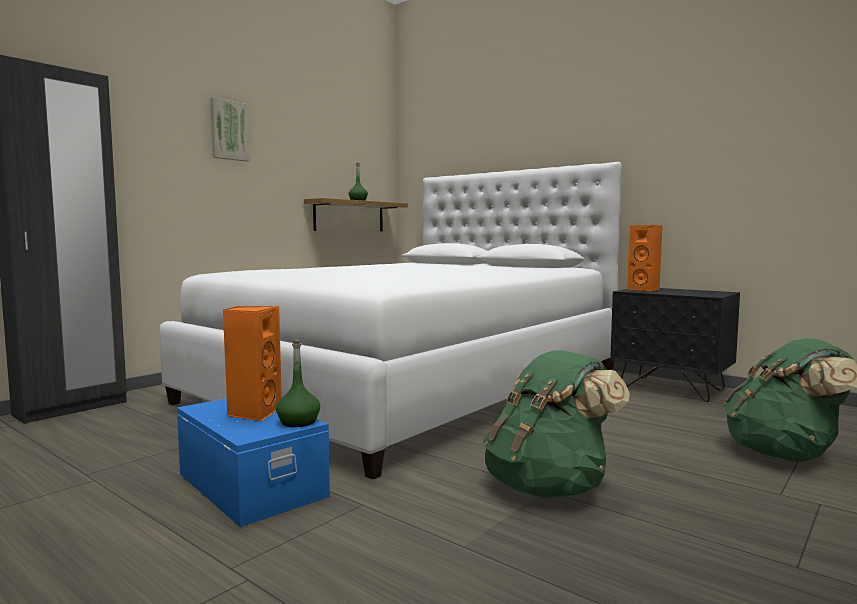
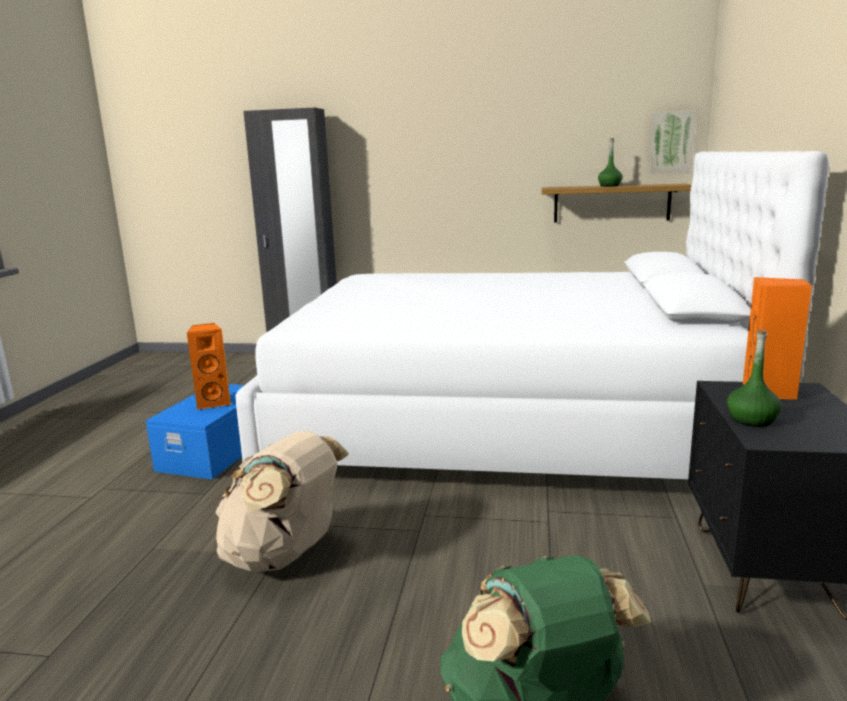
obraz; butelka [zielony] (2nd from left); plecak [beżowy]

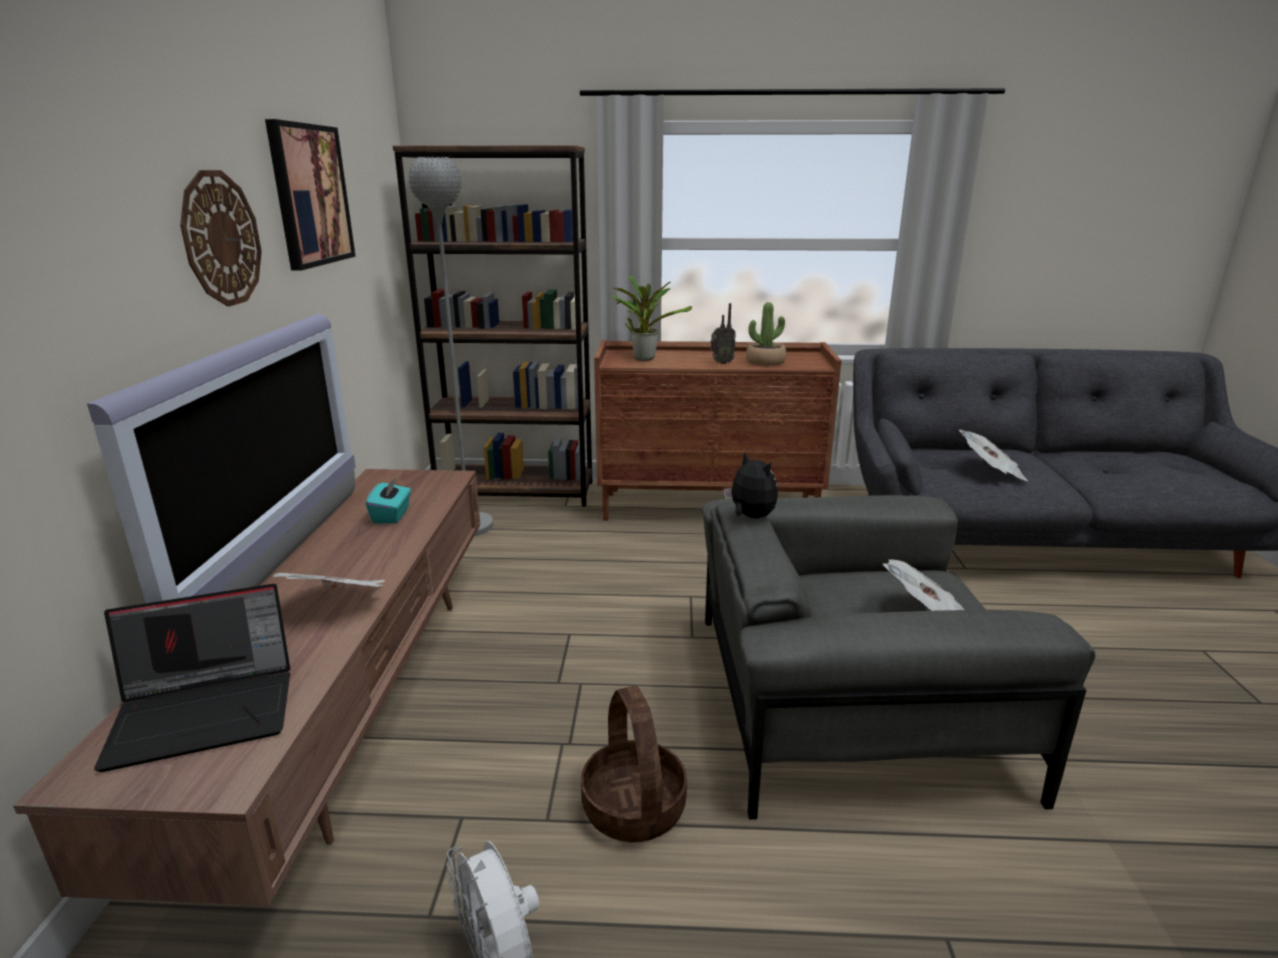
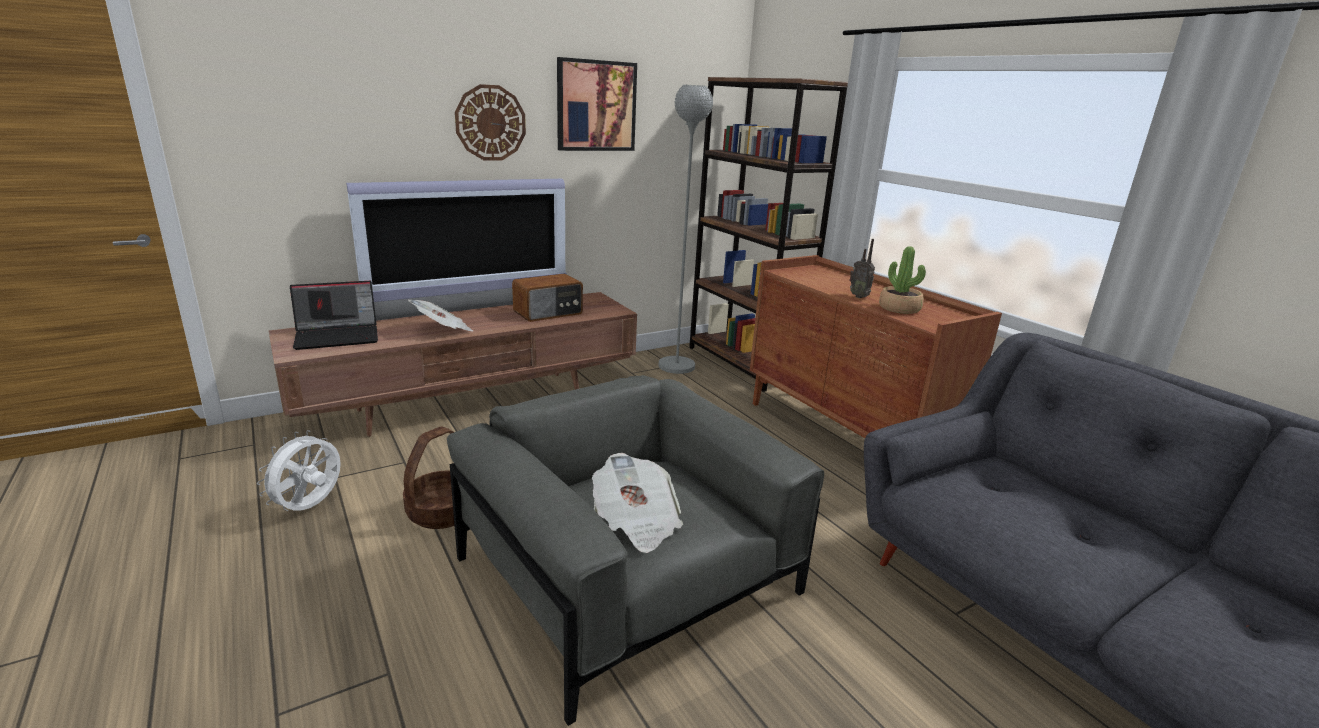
laptop; radio (1st from left); roślina doniczkowa (1st from left in the first image); pluszak; gazeta (3rd from left in the first image)

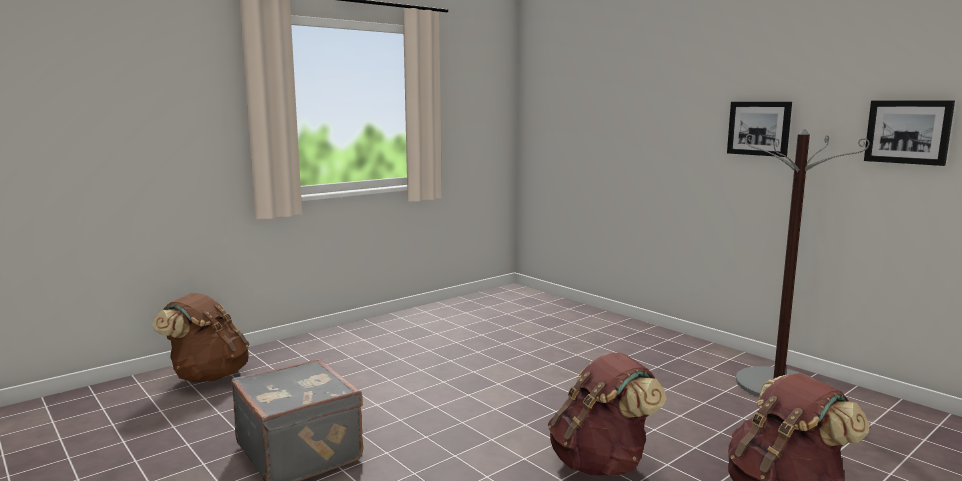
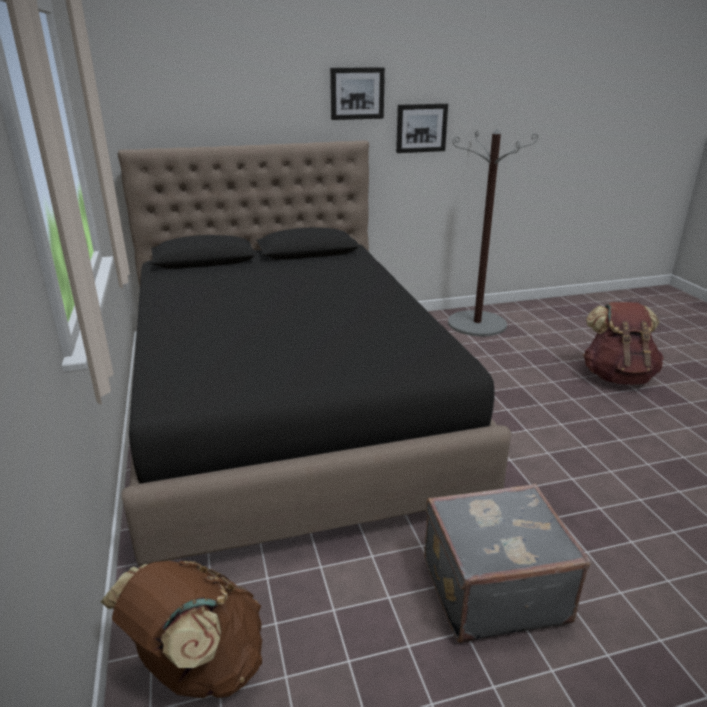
plecak [brązowy] (2nd from left in the first image); obraz (1st from left); łóżko [czarny]

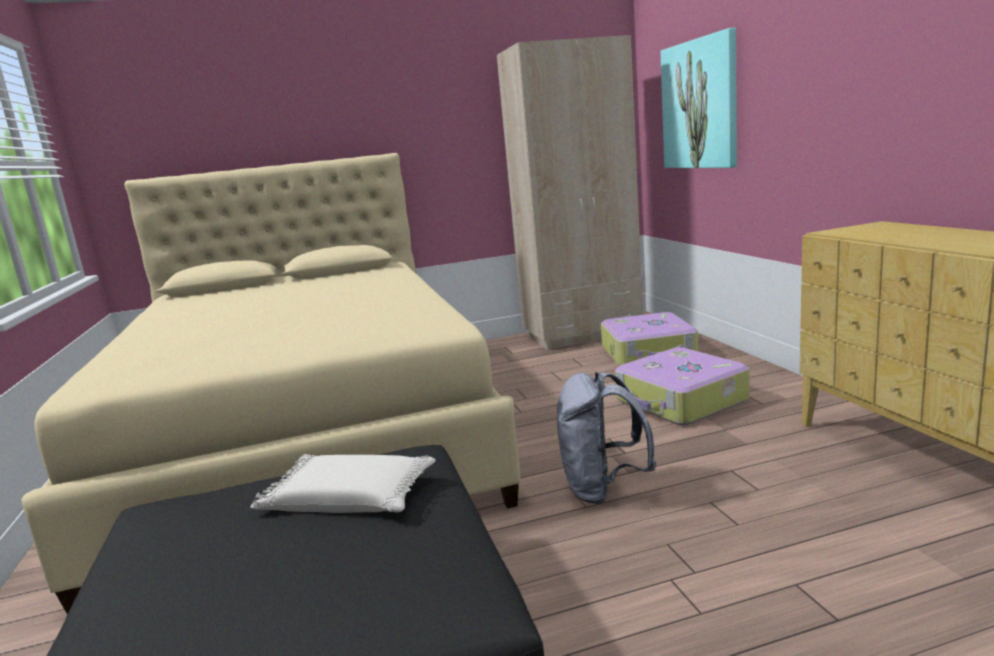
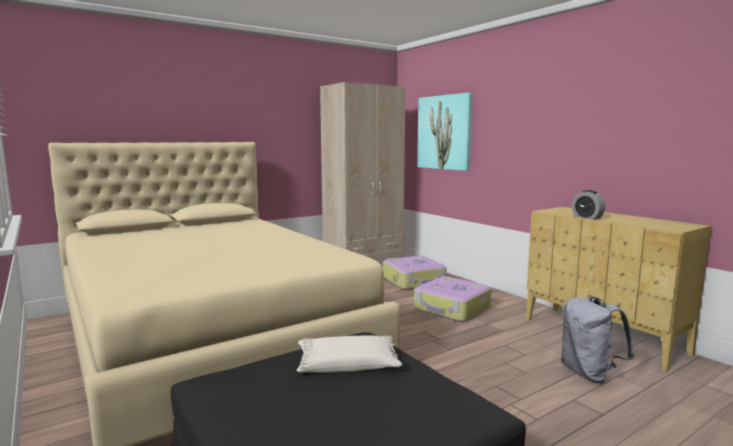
plecak [szary]; budzik

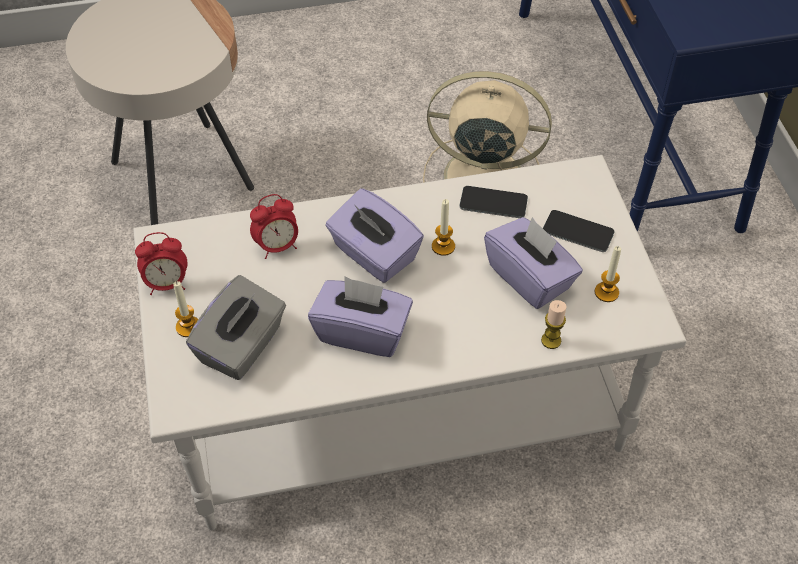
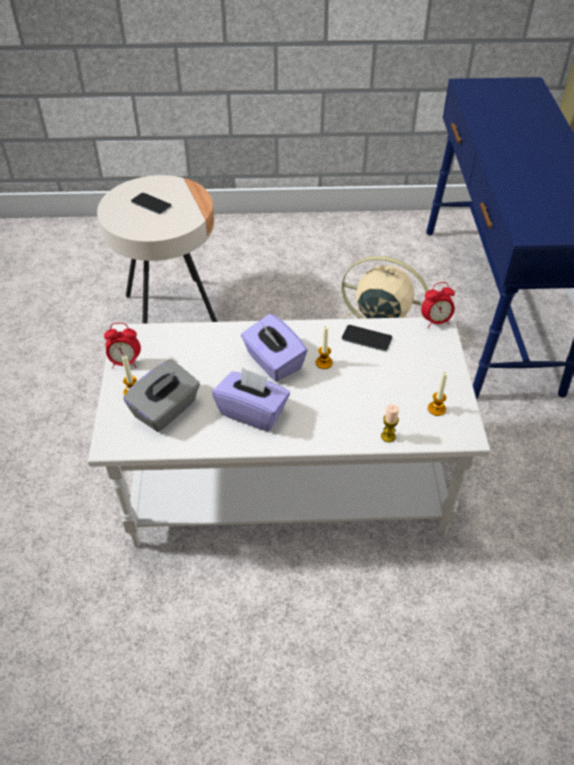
budzik (2nd from left); pudełko chusteczek [fioletowy] (3rd from left in the first image); telefon (1st from left)

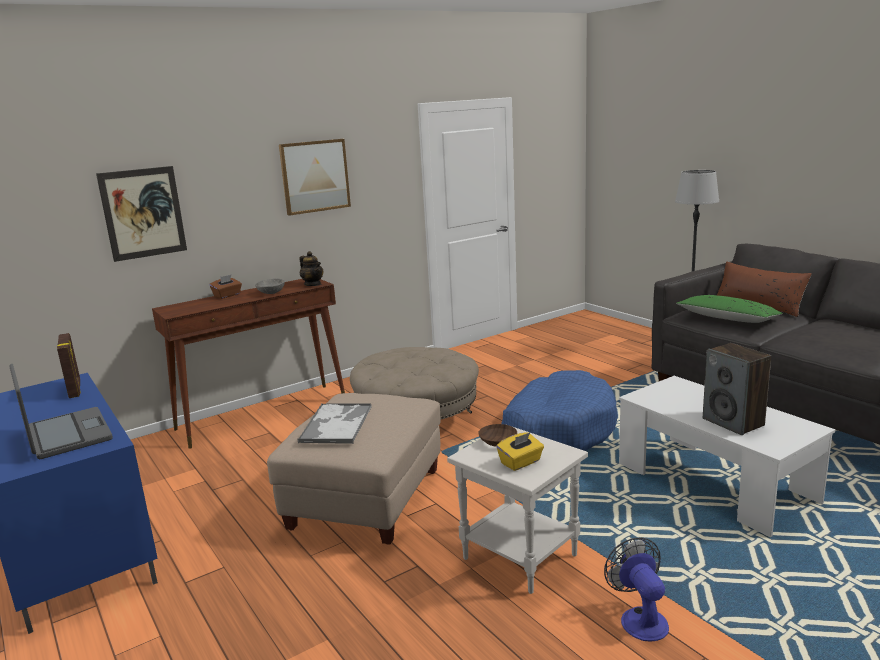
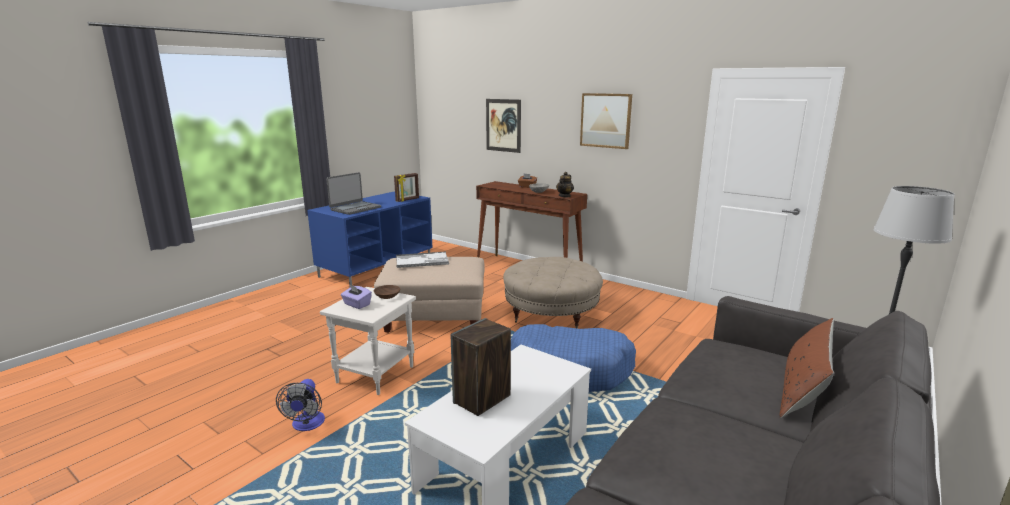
pudełko chusteczek [fioletowy]; wentylator; poduszka [zielony]

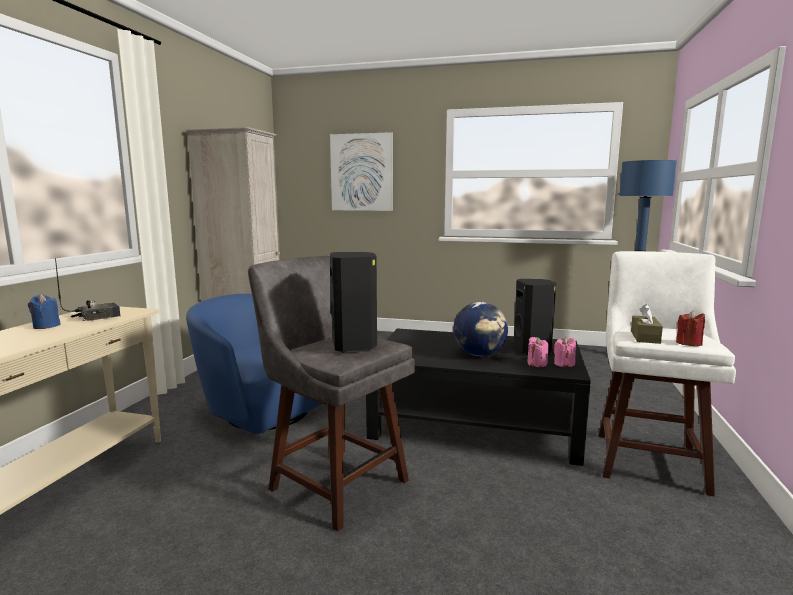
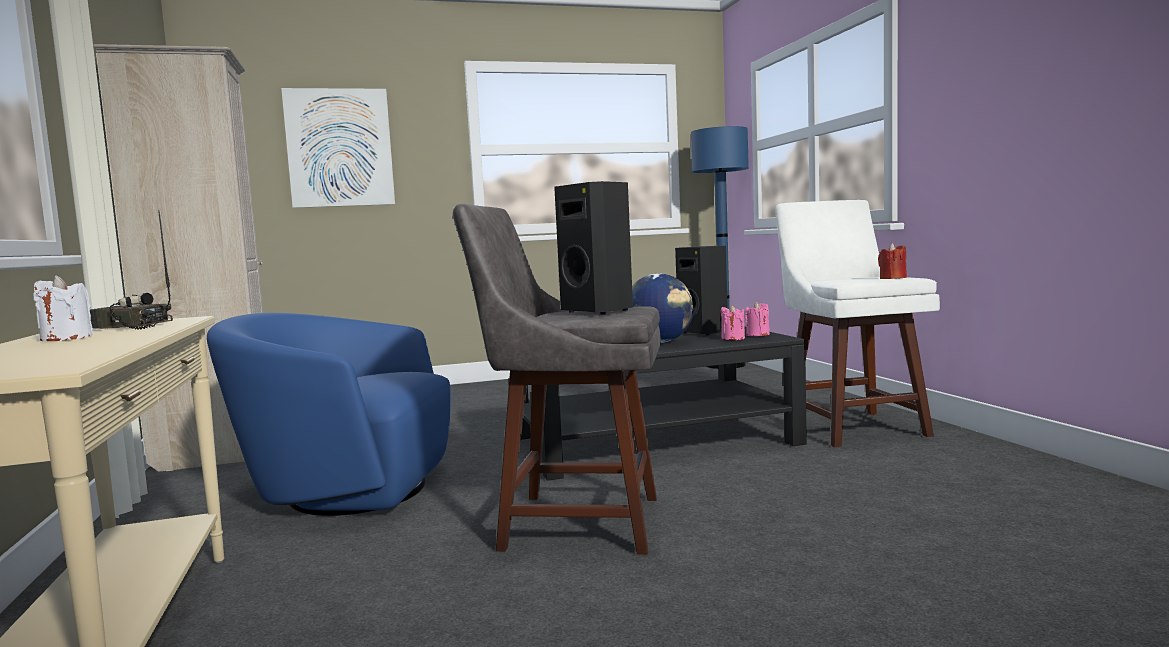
świeca [biały]; radio; pudełko chusteczek [brązowy]

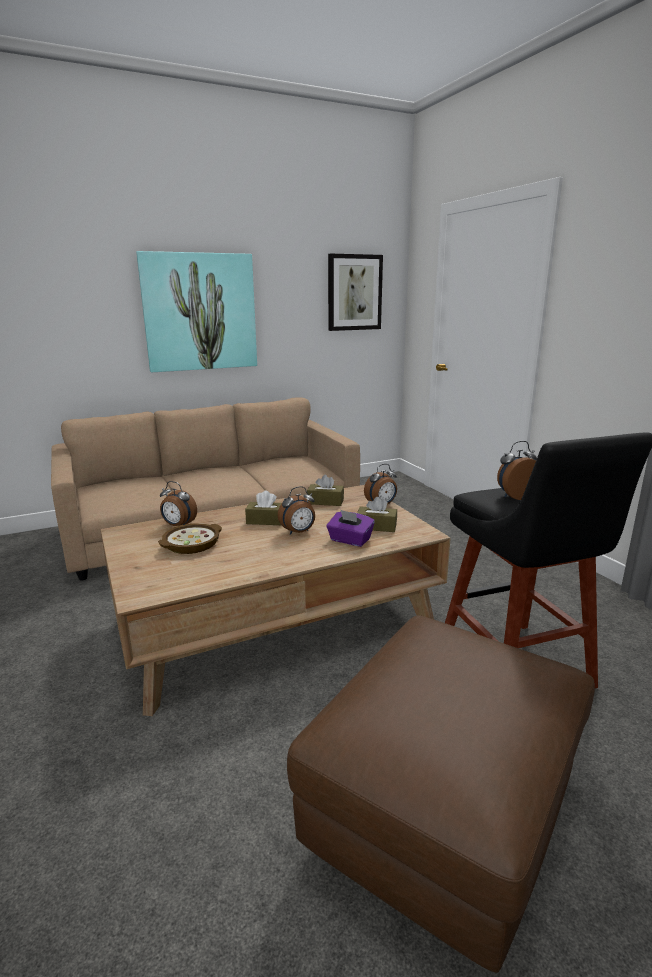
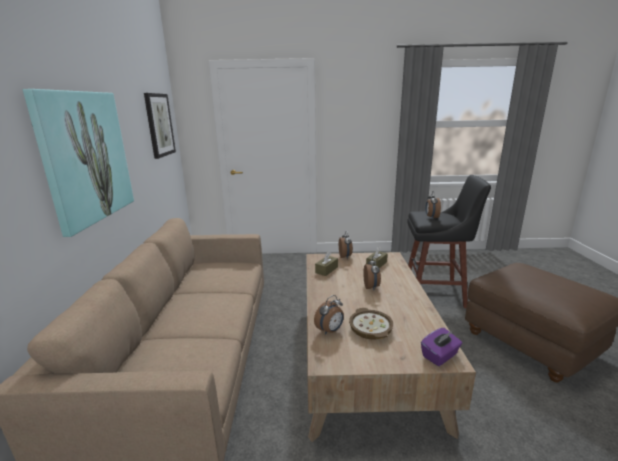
pudełko chusteczek [brązowy] (1st from left in the first image); pudełko chusteczek [fioletowy]

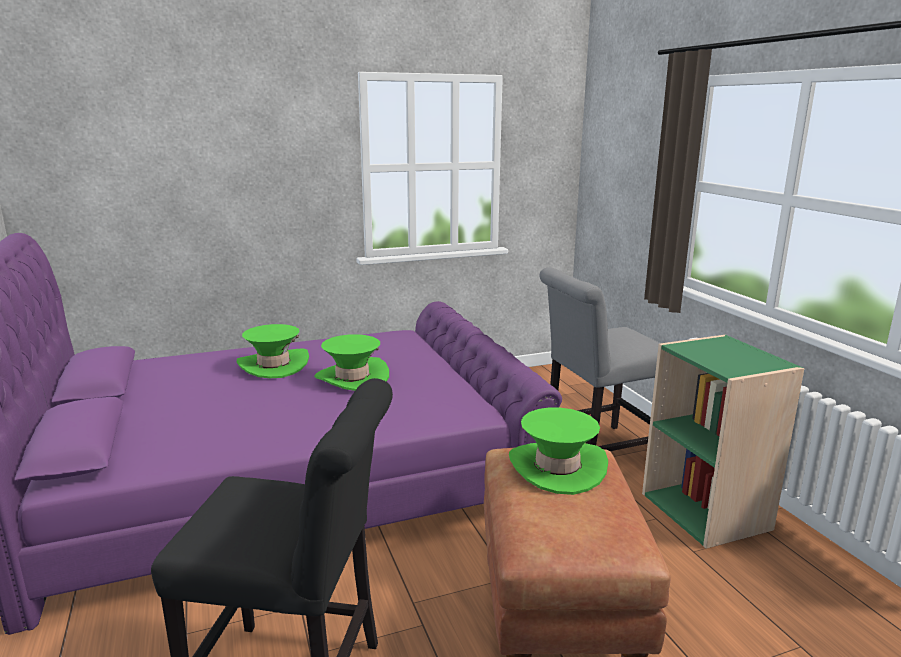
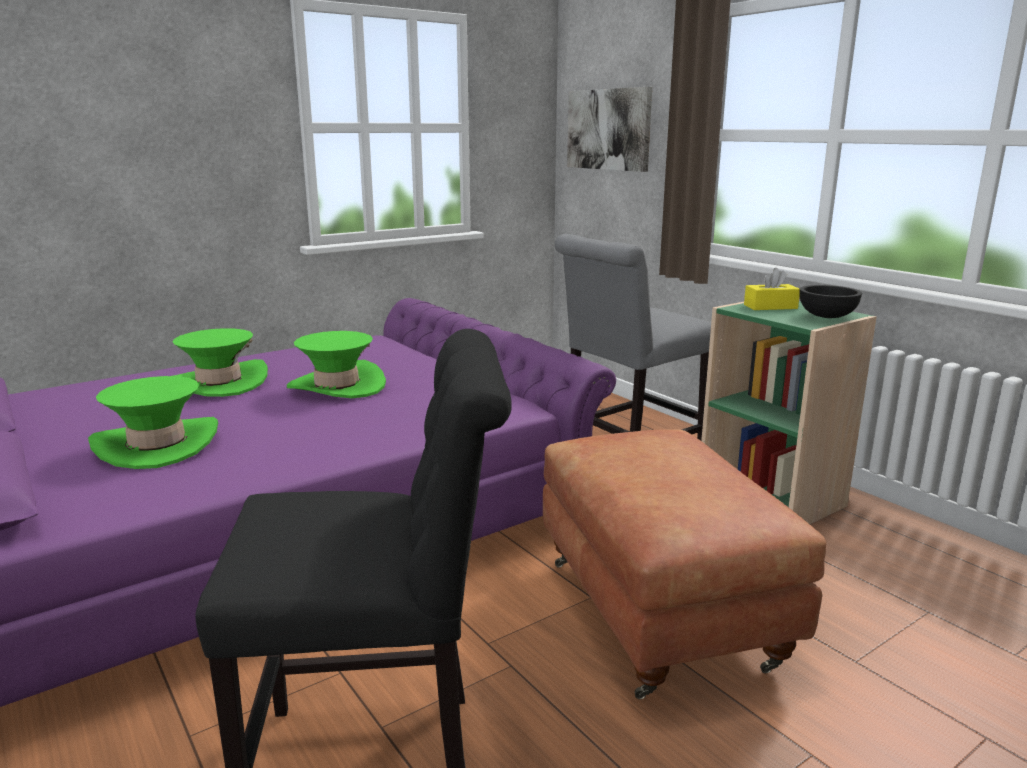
kapelusz [zielony] (1st from left); obraz; pudełko chusteczek [żółty]; miska [czarny]

